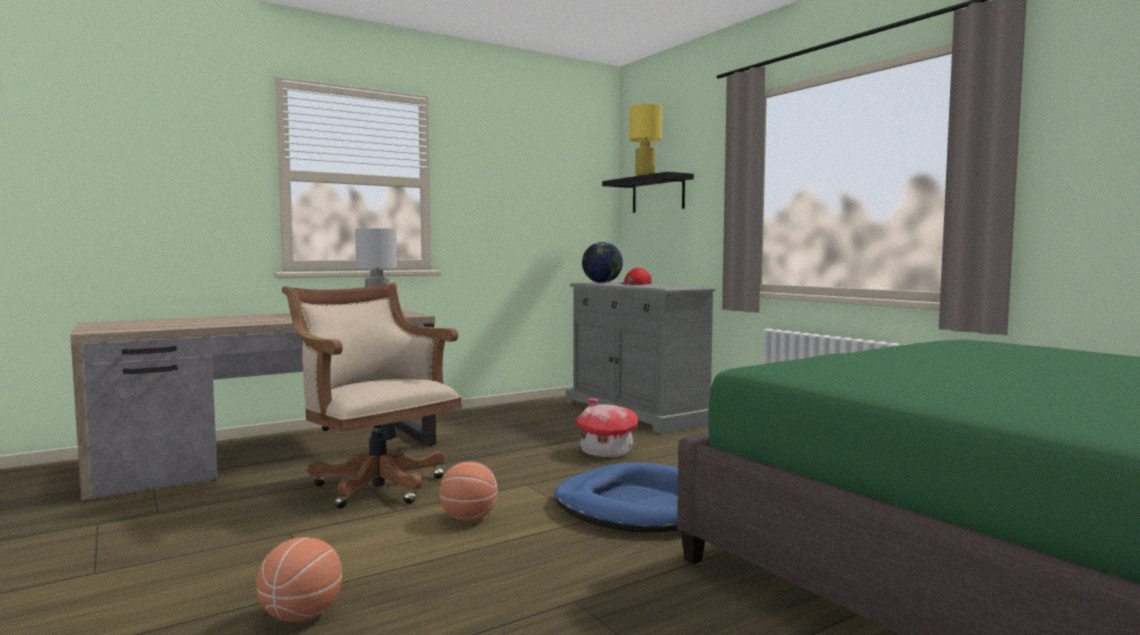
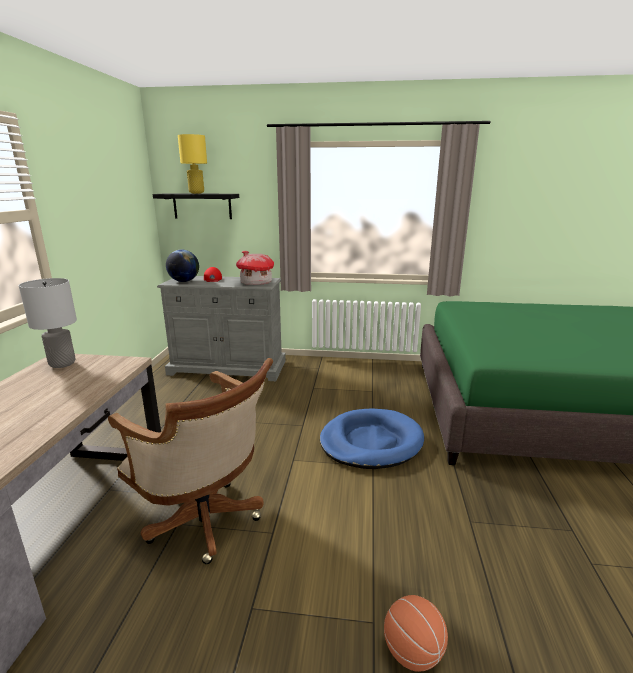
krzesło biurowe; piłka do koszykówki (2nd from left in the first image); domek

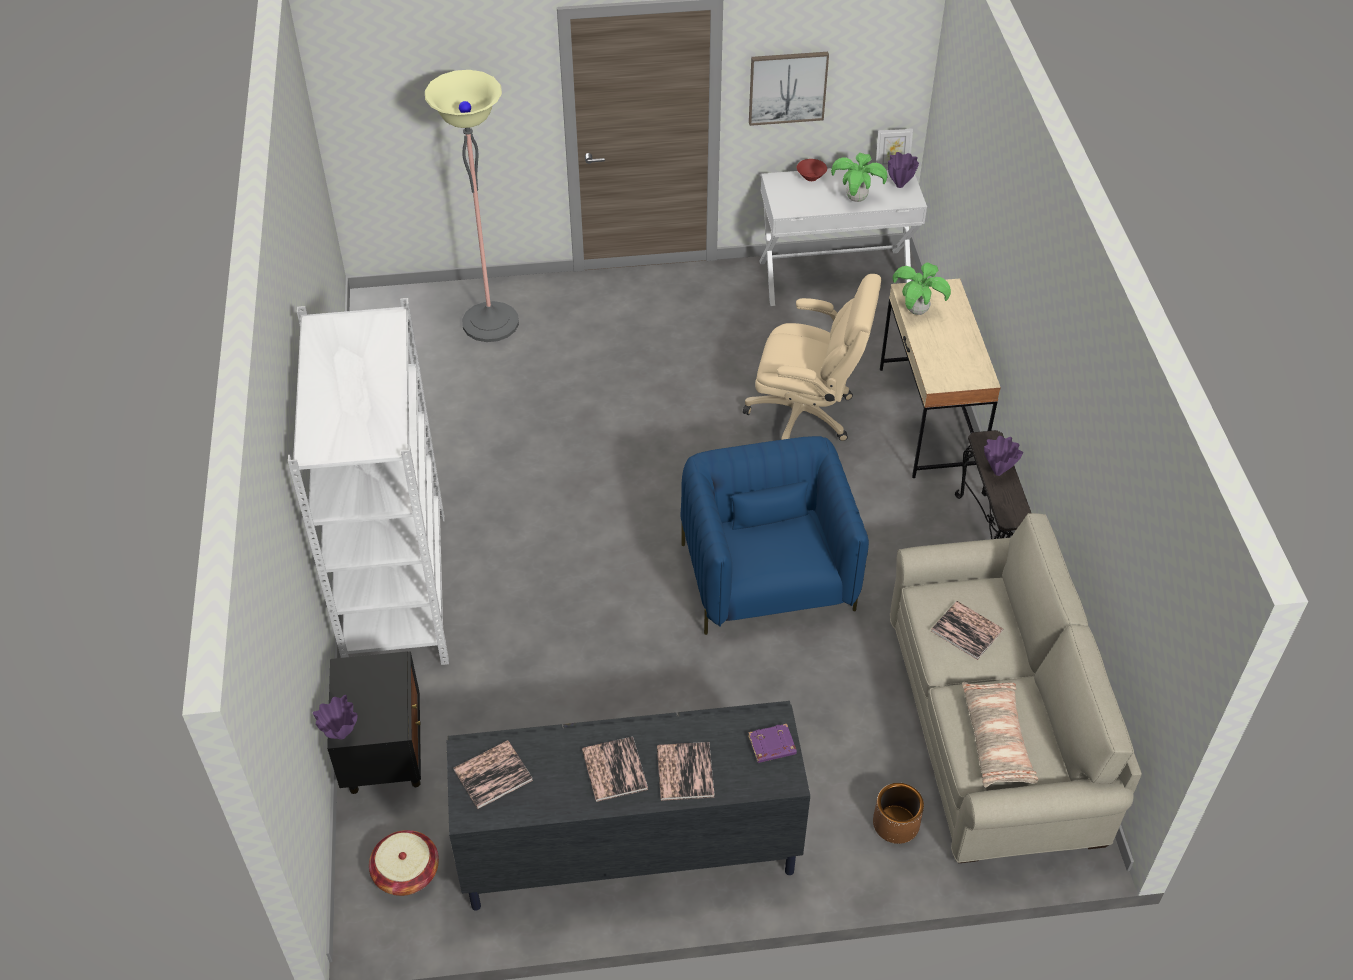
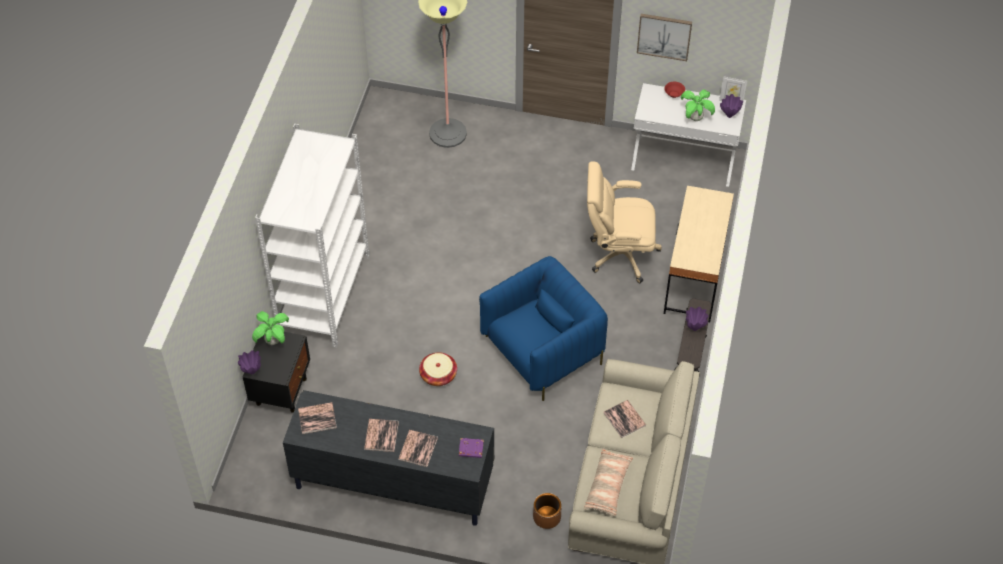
koszyk; fotel [niebieski]; krzesło biurowe [beżowy]; roślina doniczkowa (1st from left)

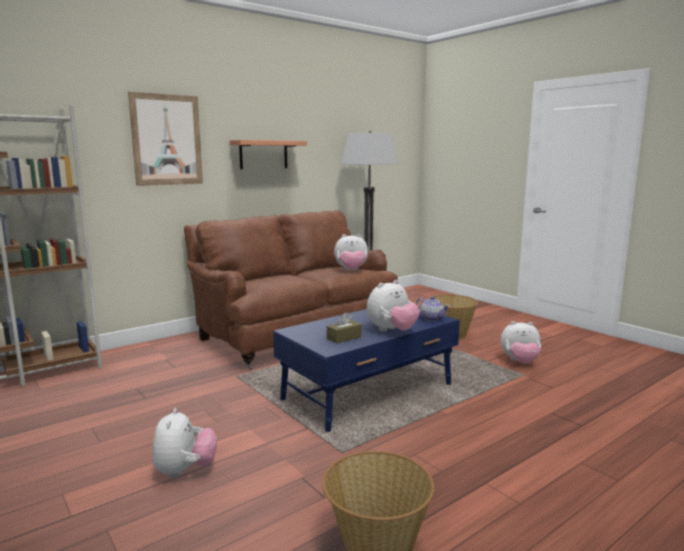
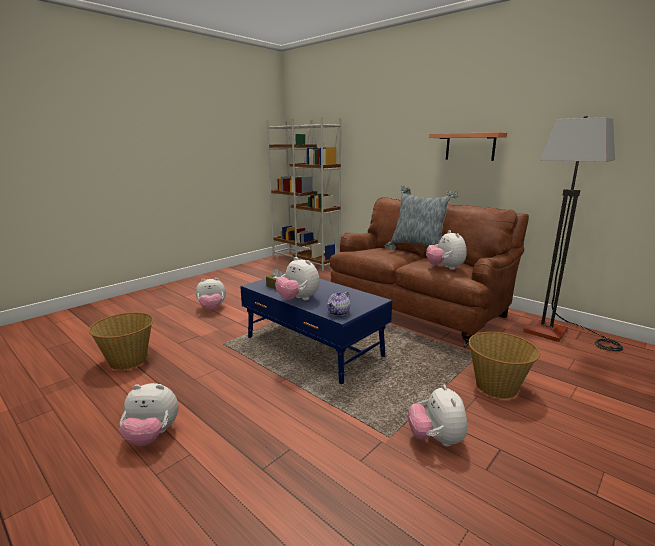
obraz; pluszak (1st from left); poduszka

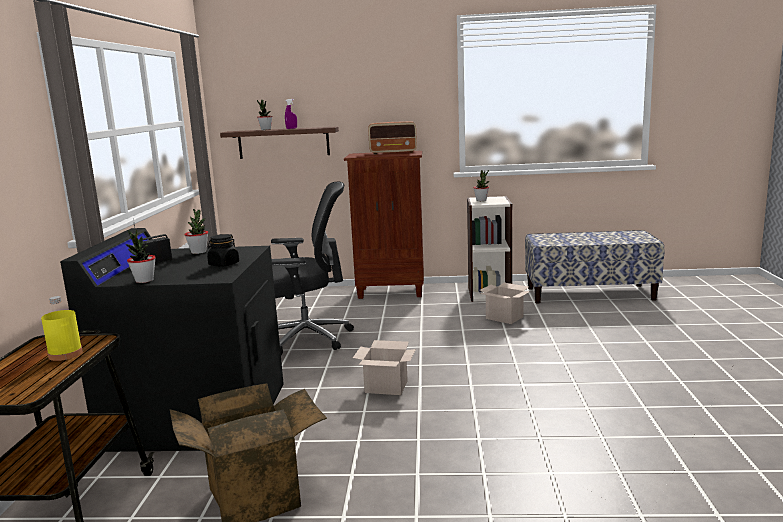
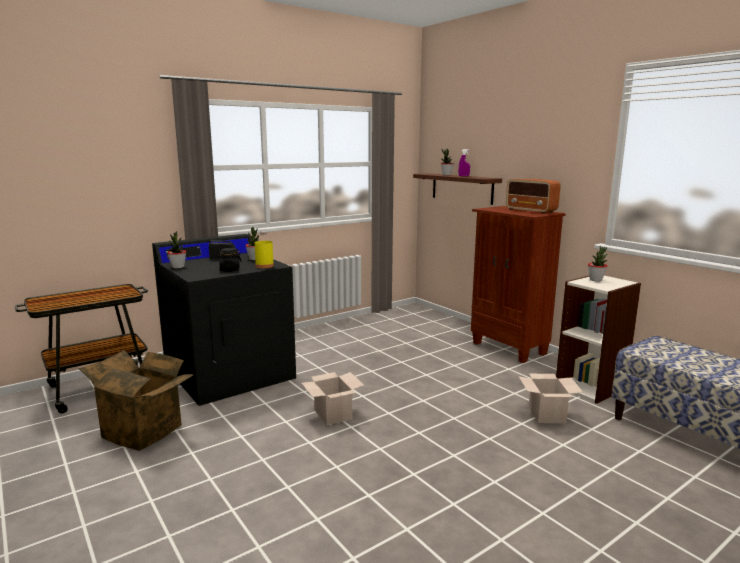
butelka [żółty]; krzesło biurowe

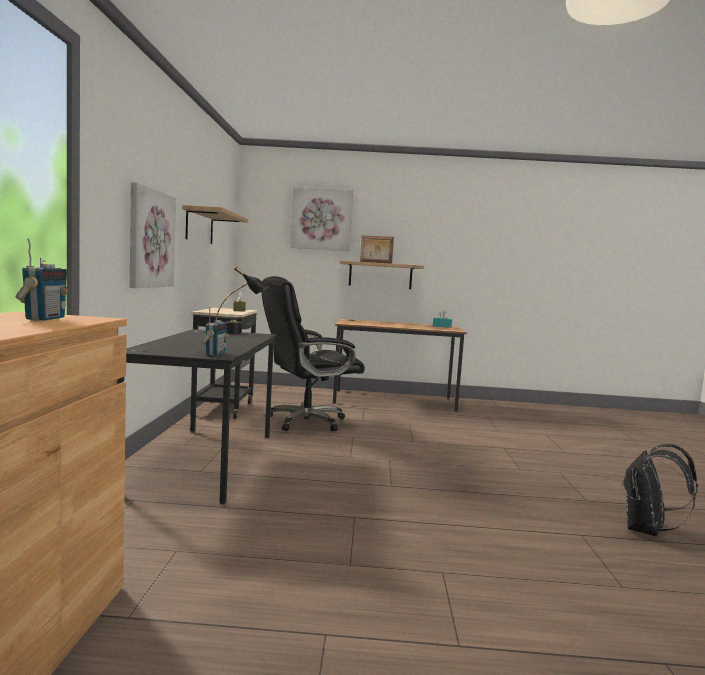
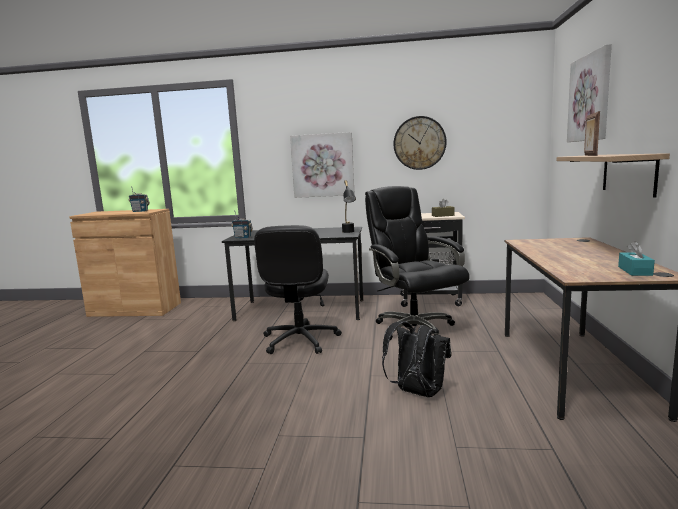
zegar ścienny; plecak [czarny]; krzesło biurowe [czarny] (1st from left)

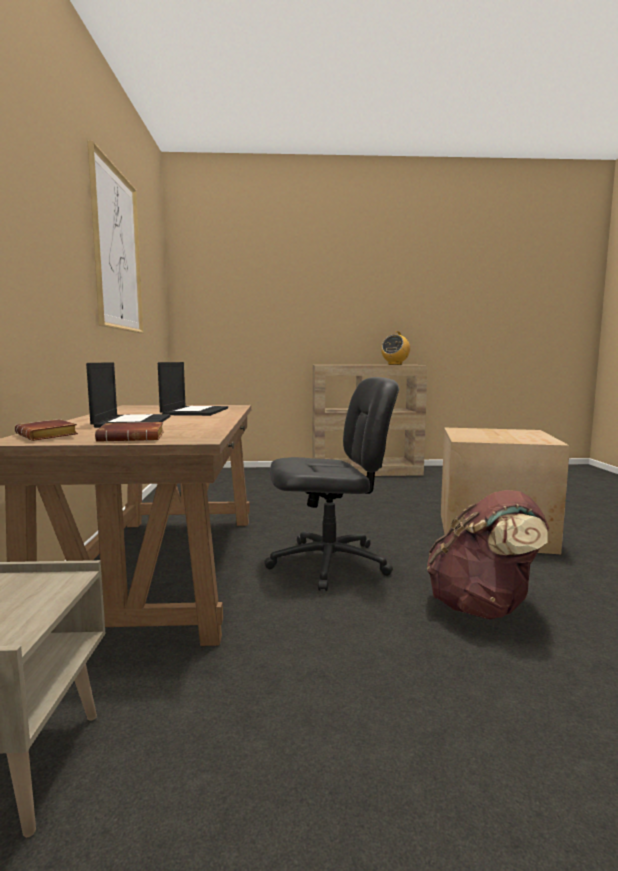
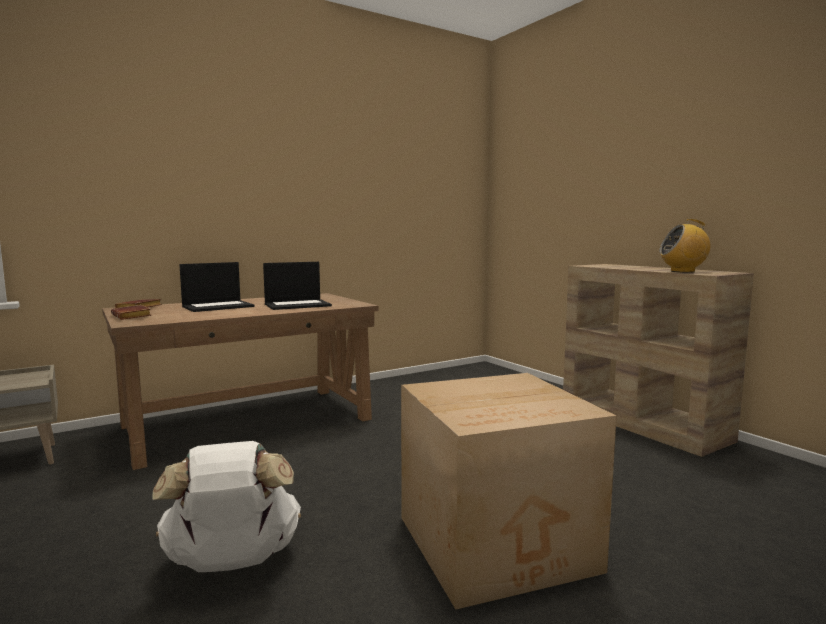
obraz; krzesło biurowe [czarny]; plecak [biały]

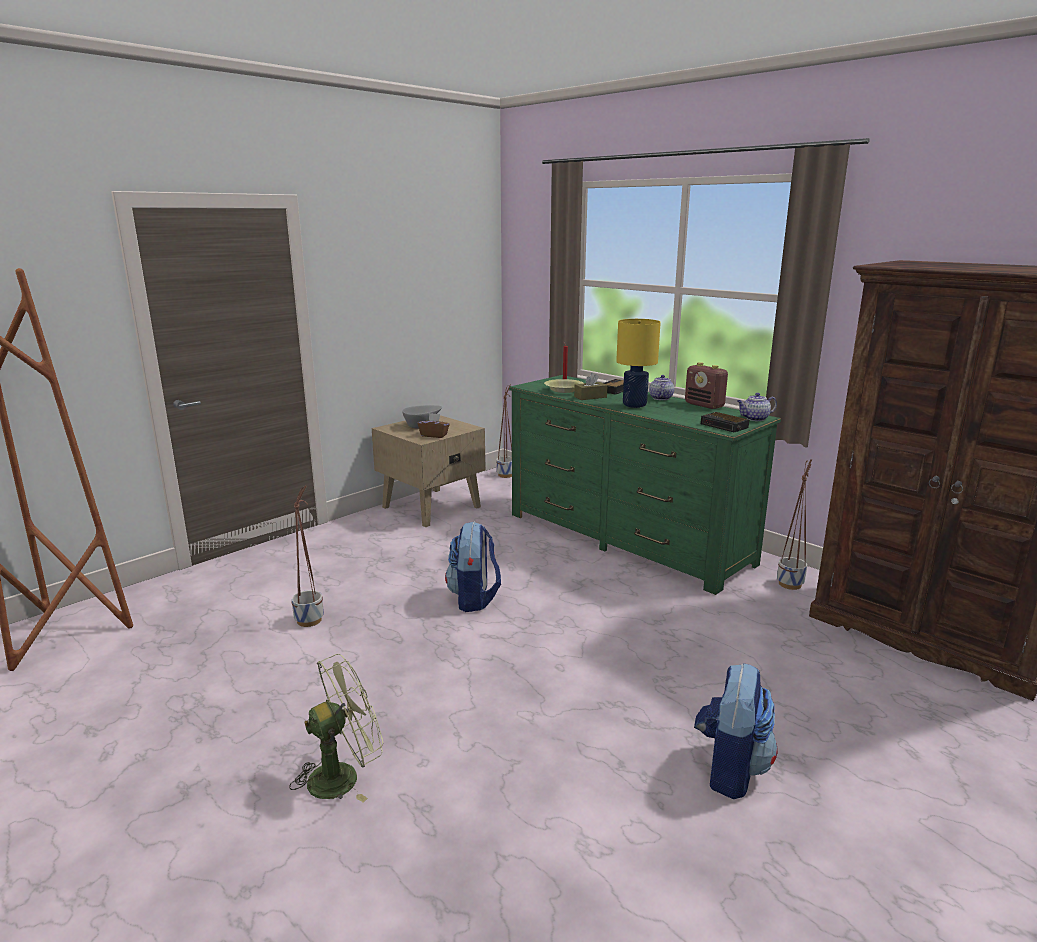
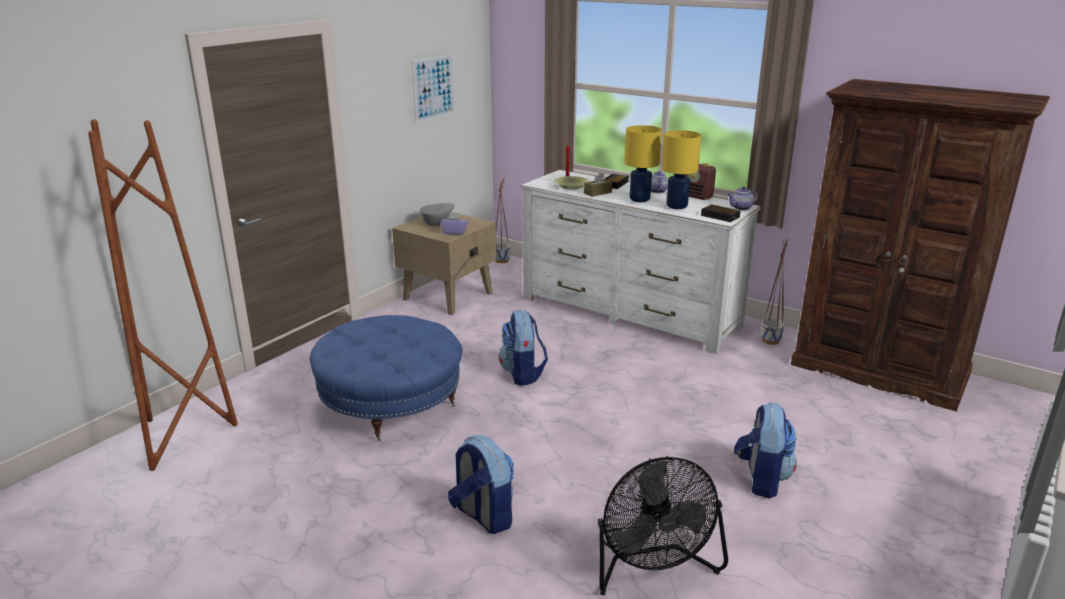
plecak (1st from left); pufa [niebieski]; pudełko chusteczek [fioletowy]; komoda [biały]; obraz; wentylator [czarny]; lampa stołowa [żółty] (2nd from left)

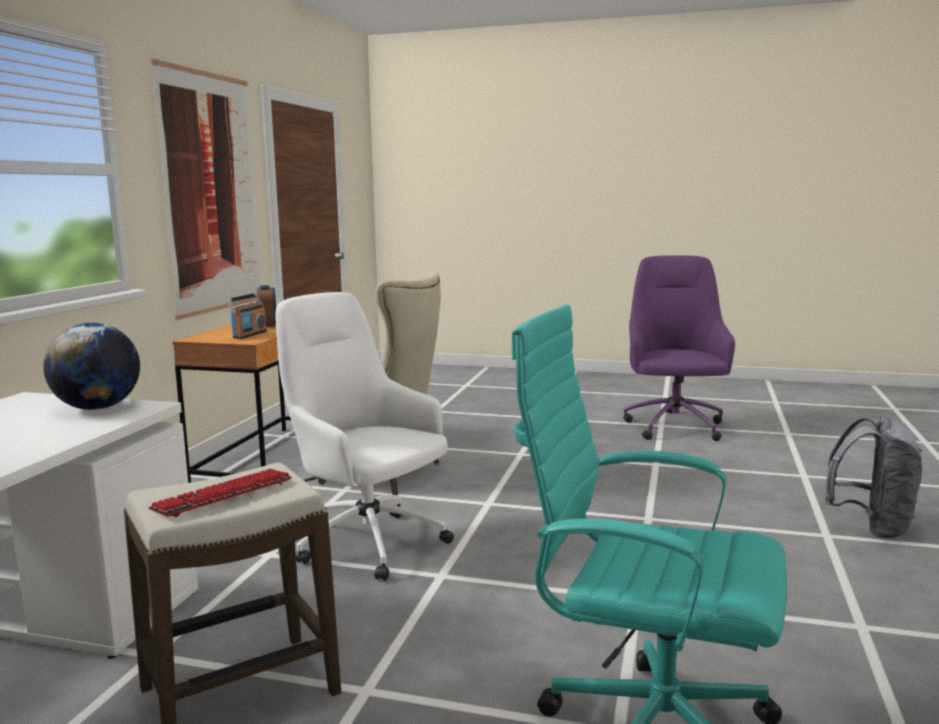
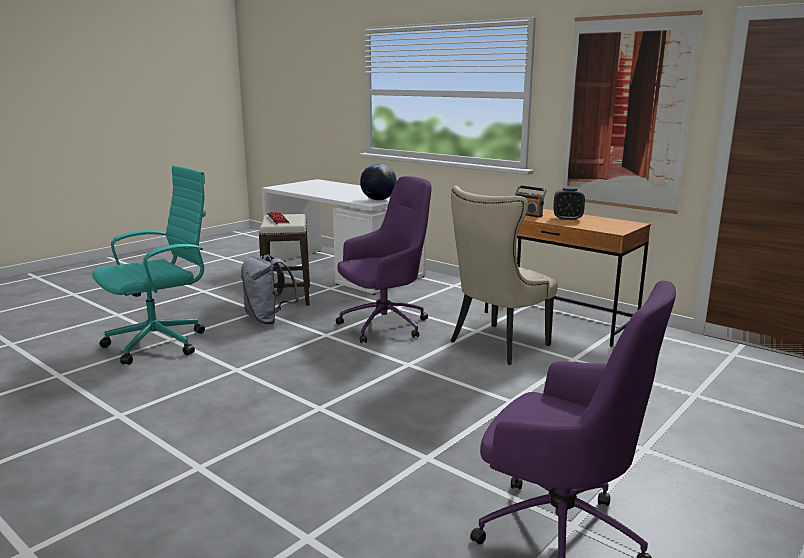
krzesło biurowe [fioletowy] (1st from left); plecak [szary]

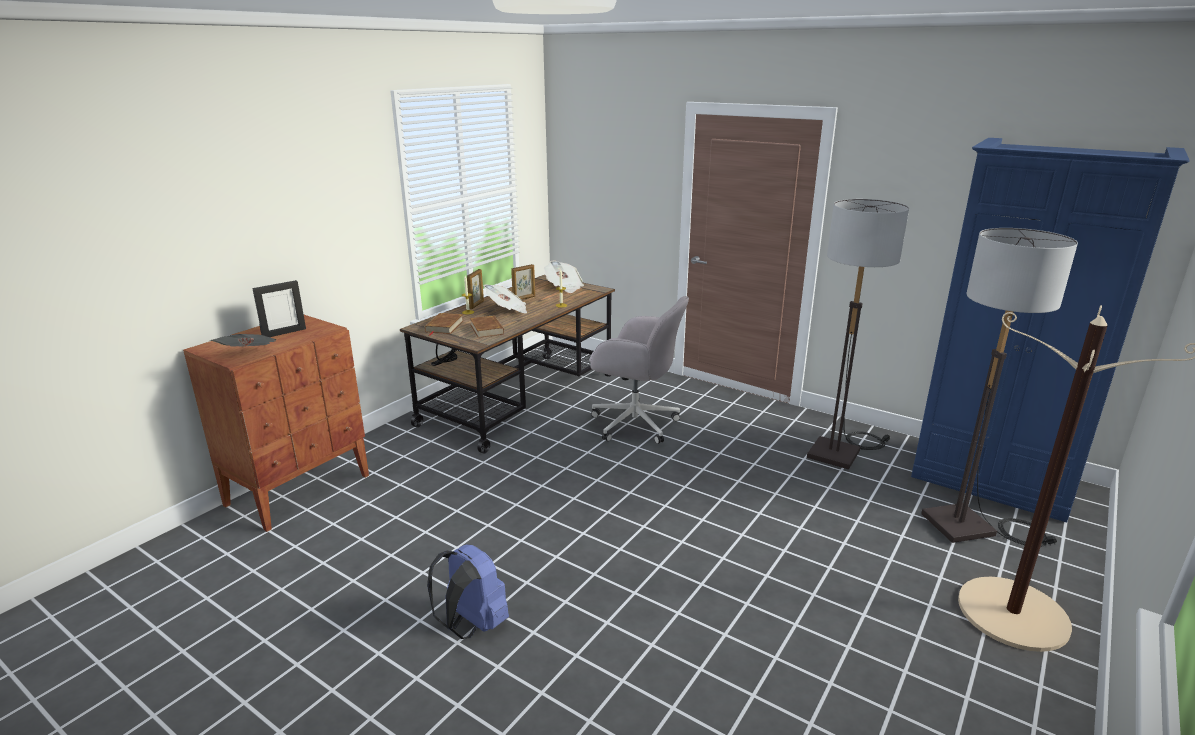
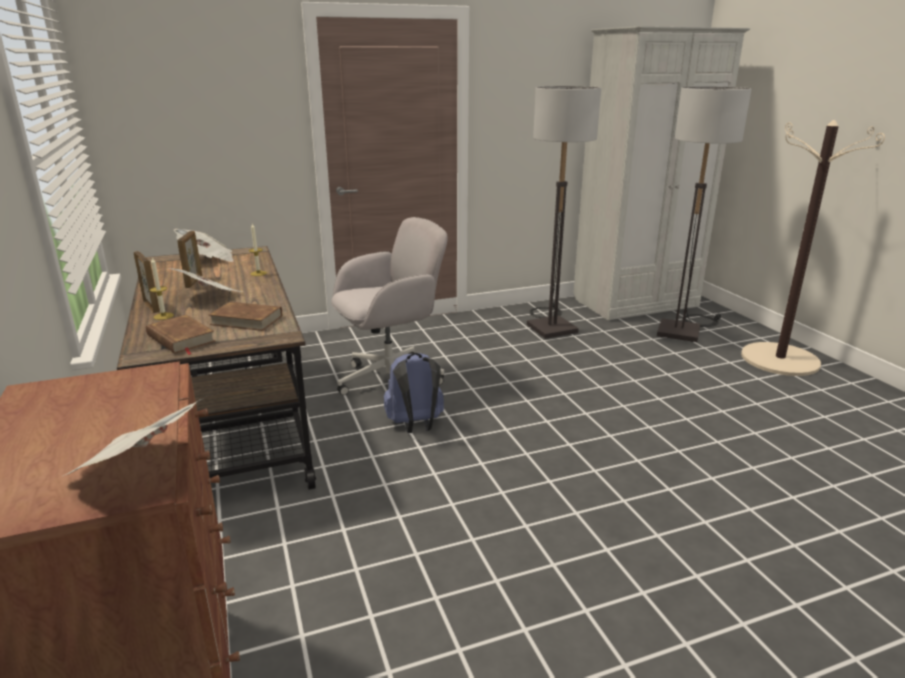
ramka na zdjęcie (1st from left in the first image); plecak [niebieski]; szafa [biały]

